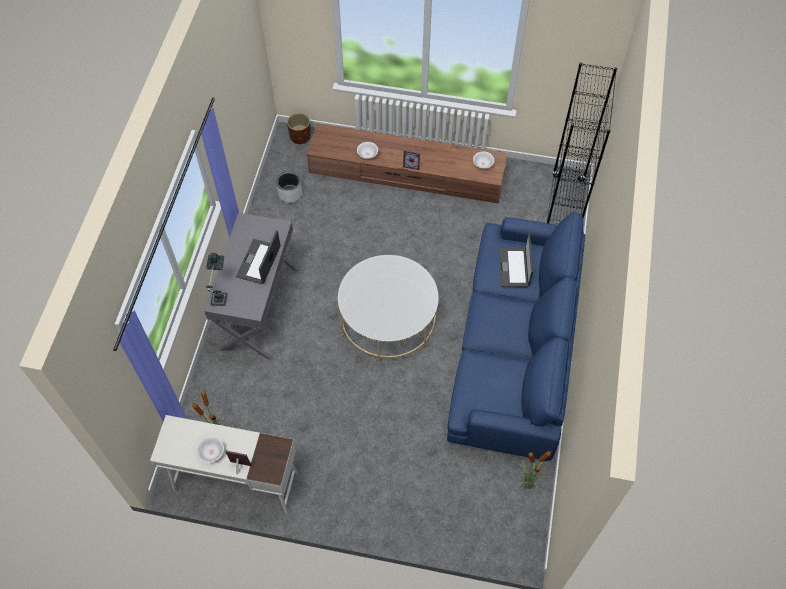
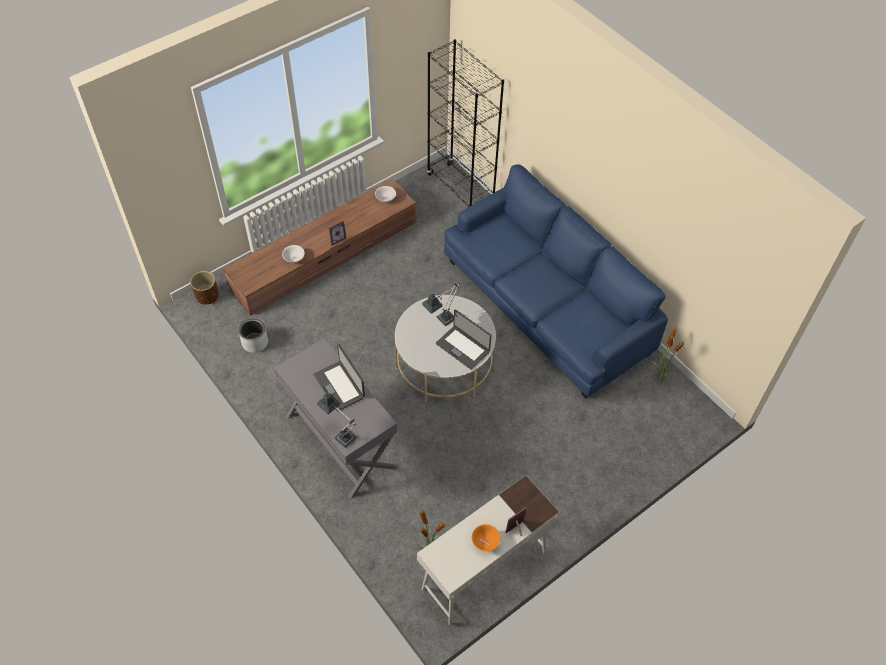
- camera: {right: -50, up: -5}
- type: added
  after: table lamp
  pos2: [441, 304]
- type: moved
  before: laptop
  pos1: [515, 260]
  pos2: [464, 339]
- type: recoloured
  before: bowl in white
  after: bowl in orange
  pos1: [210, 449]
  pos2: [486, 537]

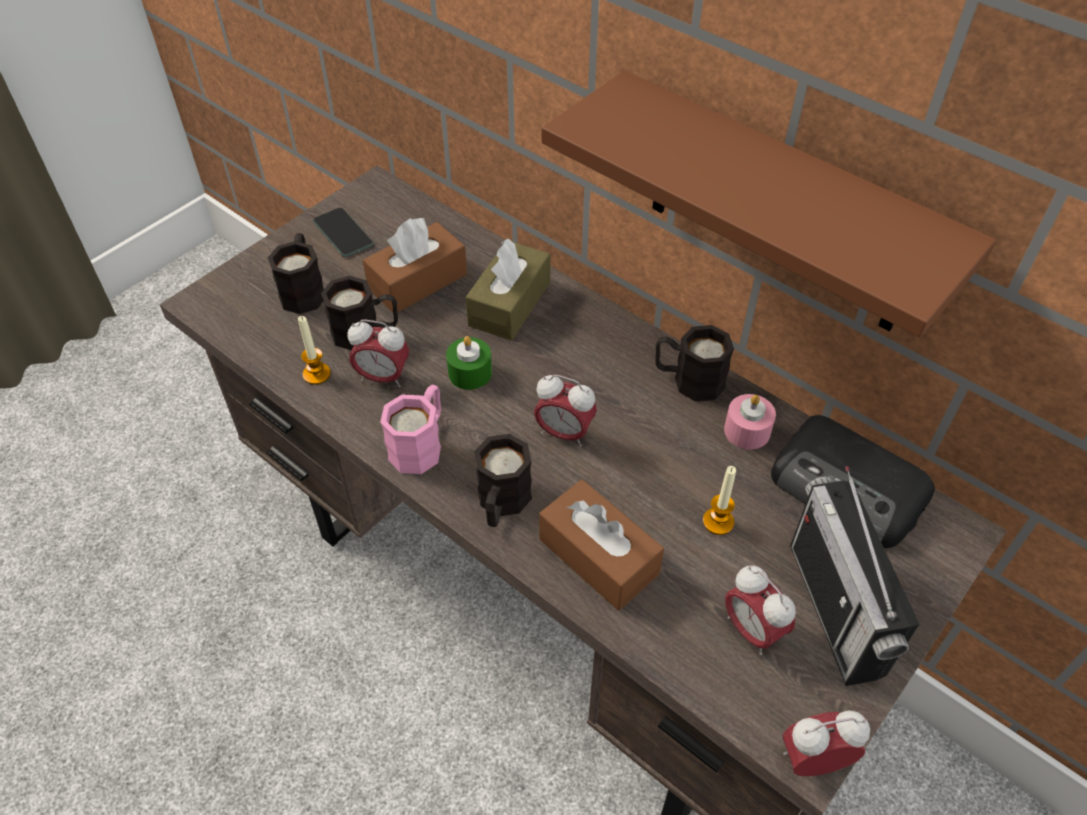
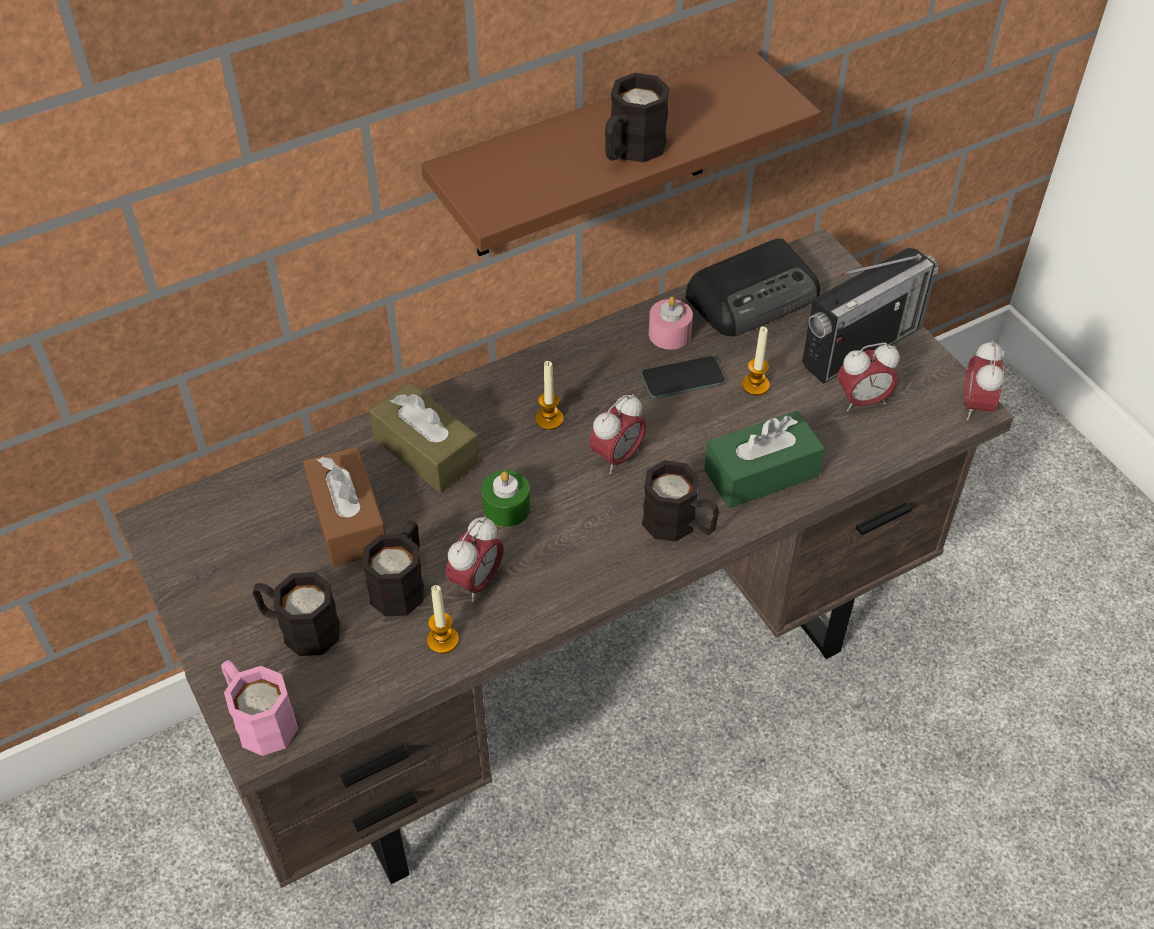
- camera: {right: -70, up: 0}
- type: moved
  before: mug in pink
  pos1: [410, 429]
  pos2: [259, 708]
- type: added
  after: candle
  pos2: [549, 395]
- type: moved
  before: mug in black
  pos1: [694, 363]
  pos2: [637, 117]
- type: moved
  before: phone
  pos1: [343, 232]
  pos2: [683, 377]
- type: recoloured
  before: tissue box in brown
  after: tissue box in green
  pos1: [601, 545]
  pos2: [764, 459]
- type: turned
  before: radio
  pos1: [854, 576]
  pos2: [870, 316]
  turn: -45

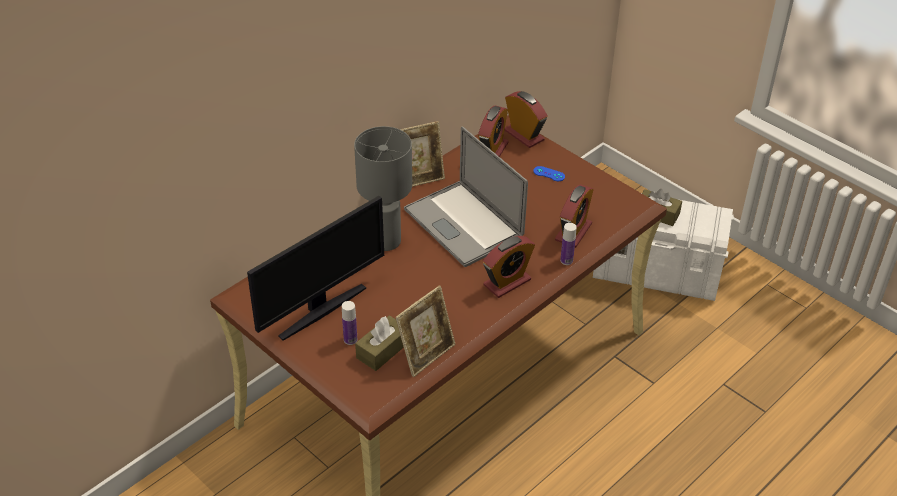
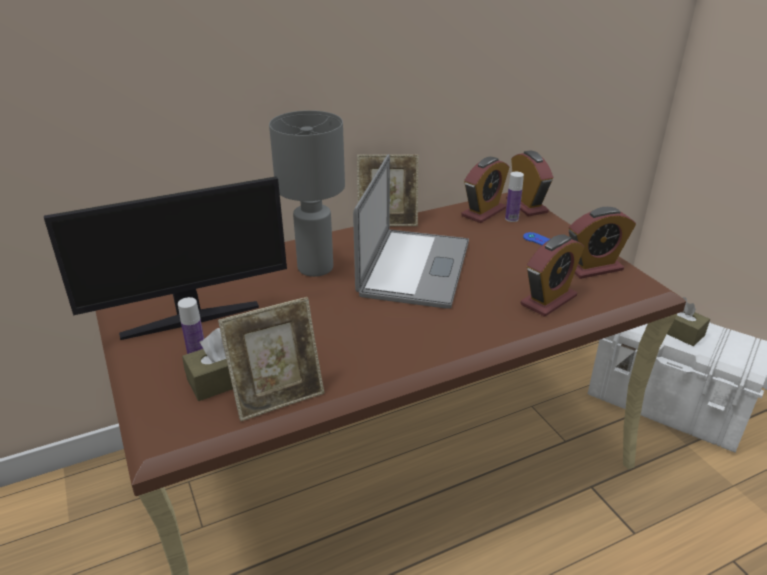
- camera: {right: 20, up: -10}
- type: turned
  before: laptop
  pos1: [466, 196]
  pos2: [411, 231]
  turn: -150
- type: moved
  before: bottle
  pos1: [568, 244]
  pos2: [514, 197]
- type: moved
  before: alarm clock
  pos1: [509, 267]
  pos2: [602, 243]

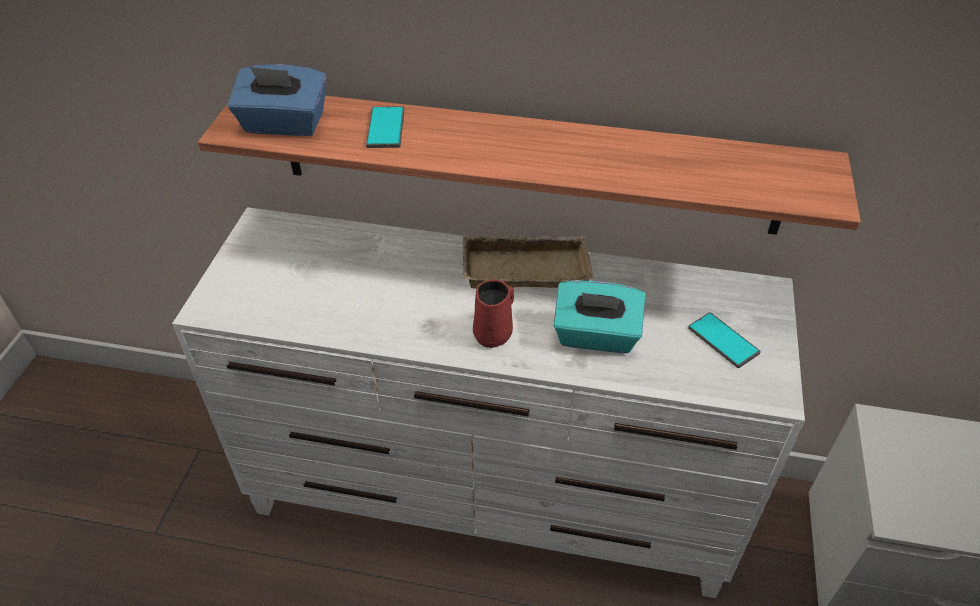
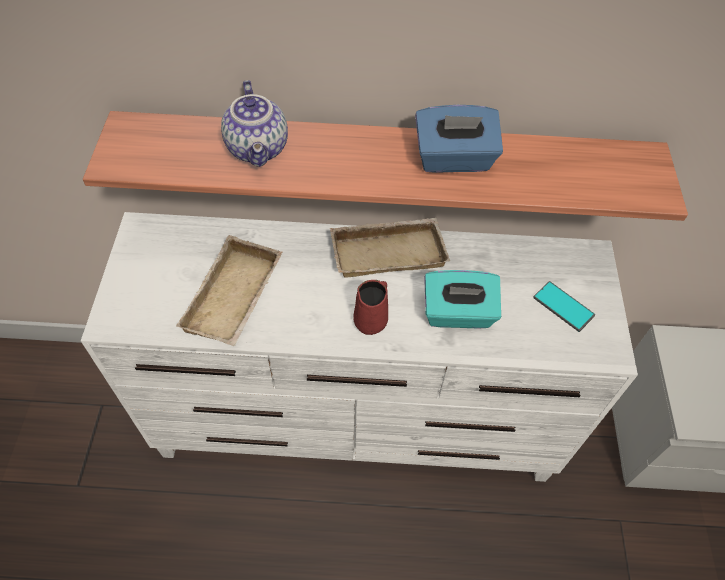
- camera: {right: -10, up: 10}
- type: added
  after: tray in beige
  pos2: [229, 290]
- type: replaced
  before: phone
  after: teapot
  pos1: [385, 127]
  pos2: [254, 123]
- type: moved
  before: tissue box in blue
  pos1: [277, 100]
  pos2: [459, 139]

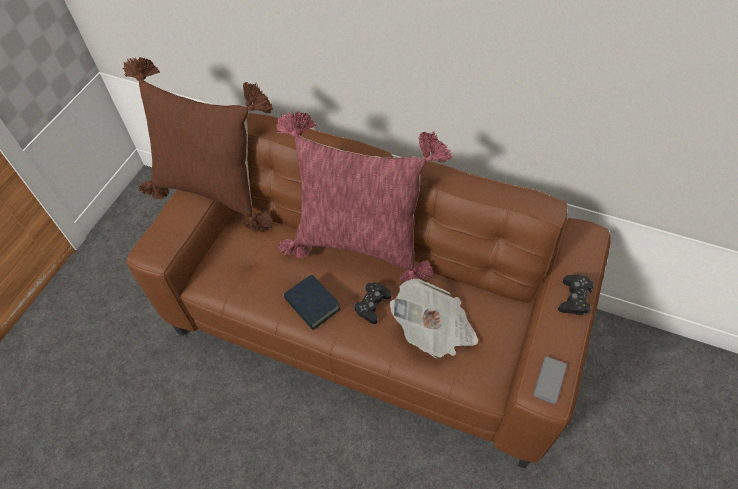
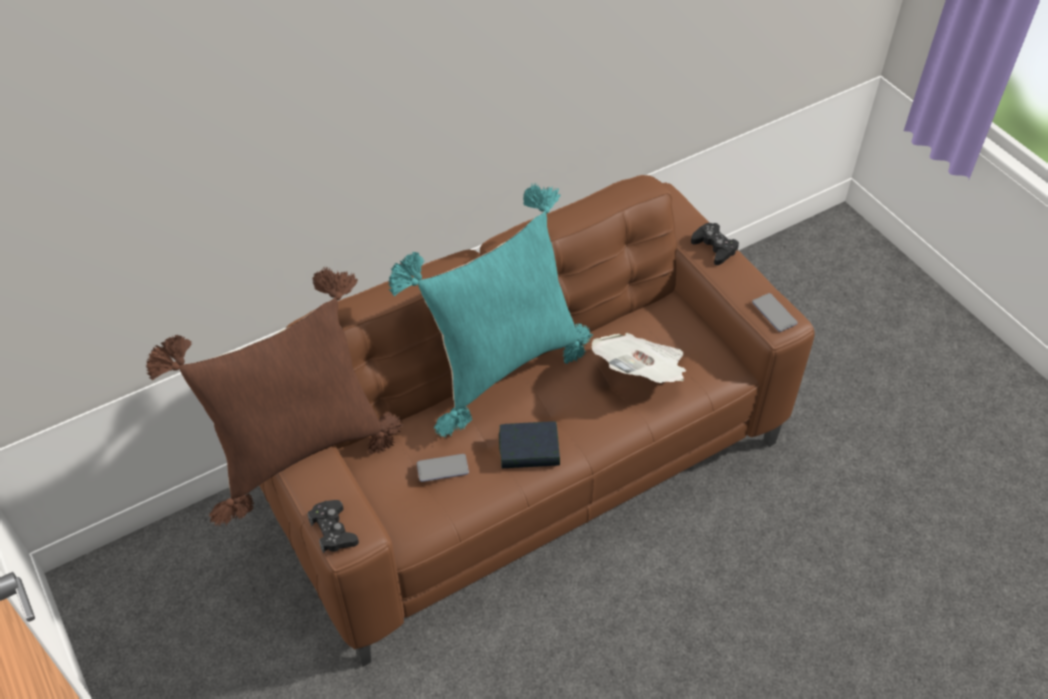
- camera: {right: -55, up: -5}
- type: moved
  before: game controller in black
  pos1: [372, 303]
  pos2: [333, 526]
- type: recoloured
  before: pillow in red
  after: pillow in turquoise
  pos1: [363, 196]
  pos2: [491, 310]
- type: added
  after: phone
  pos2: [443, 468]

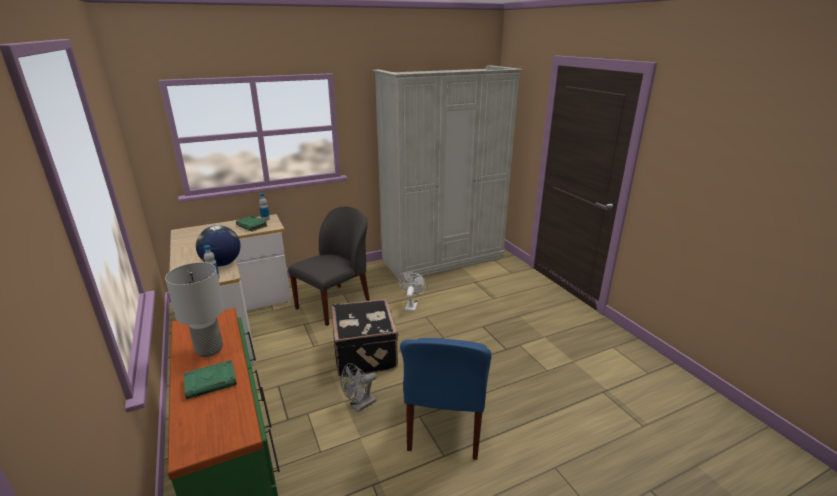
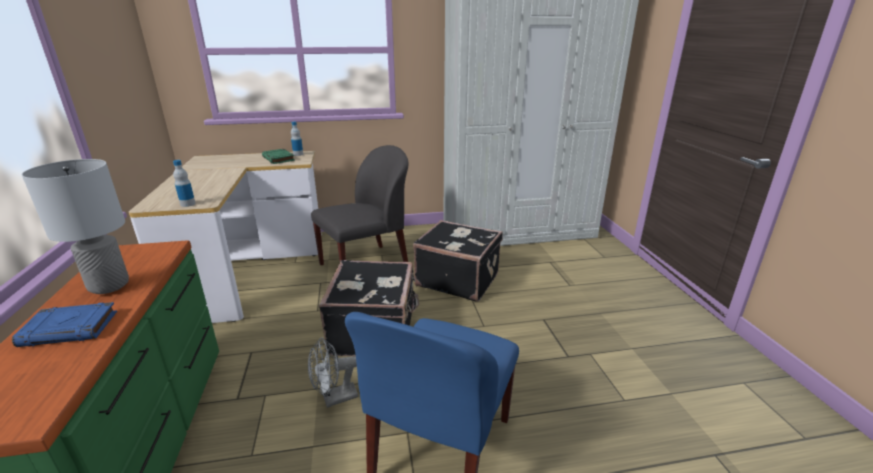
- camera: {right: 15, up: 0}
- type: recoloured
  before: book in green
  after: book in blue
  pos1: [210, 379]
  pos2: [64, 324]
- type: replaced
  before: fan in white
  after: suitcase in black
  pos1: [412, 292]
  pos2: [458, 261]
- type: removed
  before: globe
  pos1: [218, 245]

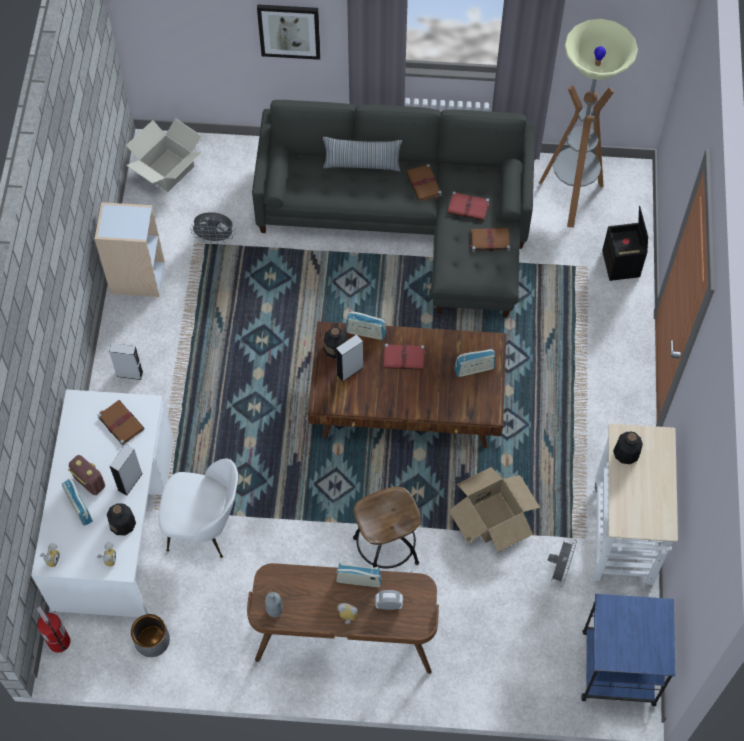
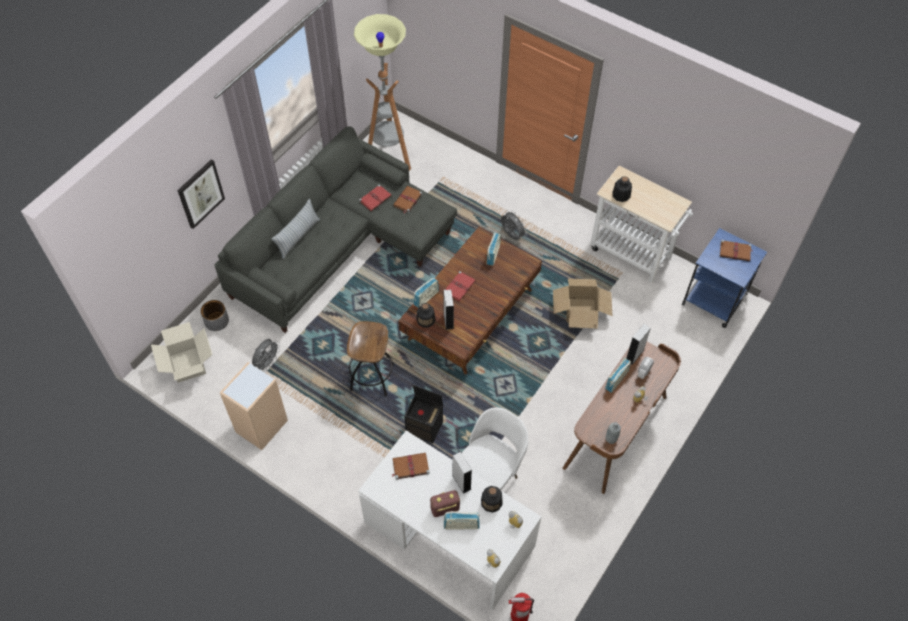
- camera: {right: -60, up: -5}
- type: moved
  before: planter in grey
  pos1: [150, 635]
  pos2: [215, 315]
- type: moved
  before: stool in brown
  pos1: [387, 528]
  pos2: [370, 358]
- type: moved
  before: storage box in black
  pos1: [625, 243]
  pos2: [423, 414]
- type: moved
  before: fan in grey
  pos1: [562, 563]
  pos2: [514, 225]
- type: moved
  before: speaker in grey
  pos1: [126, 361]
  pos2: [638, 344]
- type: moved
  before: book in brown
  pos1: [424, 182]
  pos2: [736, 251]

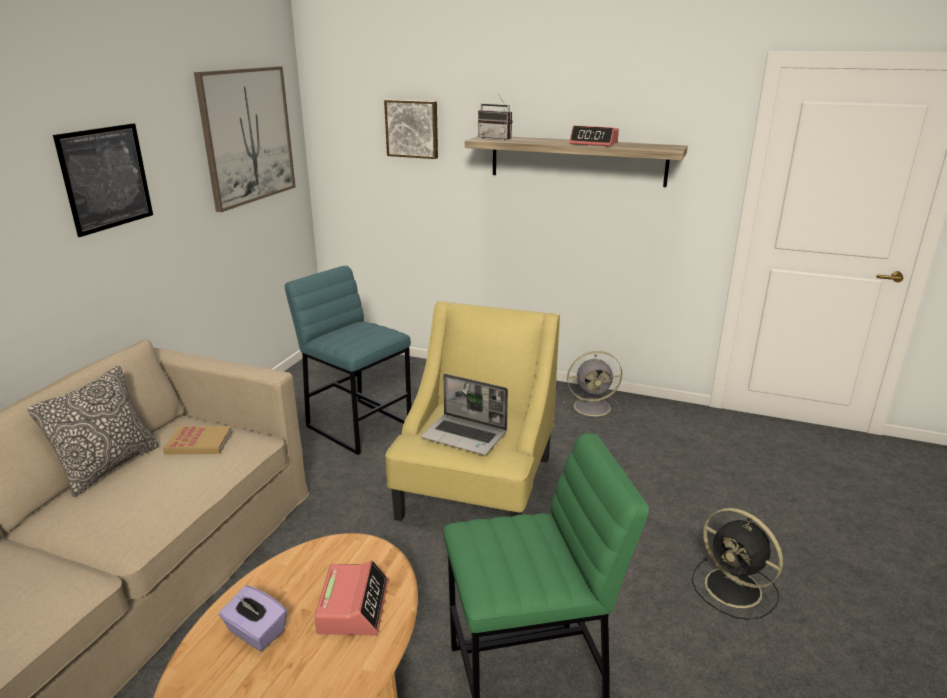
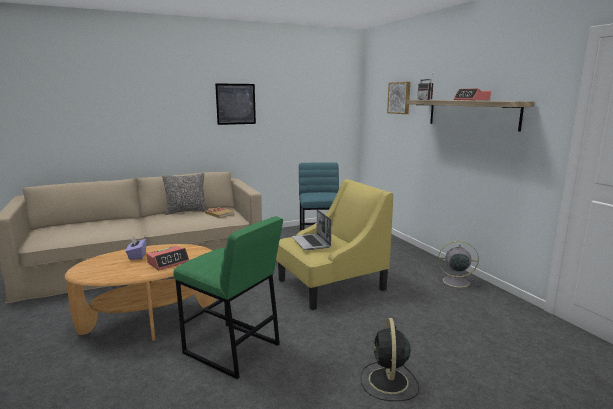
- camera: {right: 45, up: -10}
- type: turned
  before: fan in grey
  pos1: [592, 385]
  pos2: [457, 265]
  turn: 150
- type: removed
  before: picture
  pos1: [244, 139]

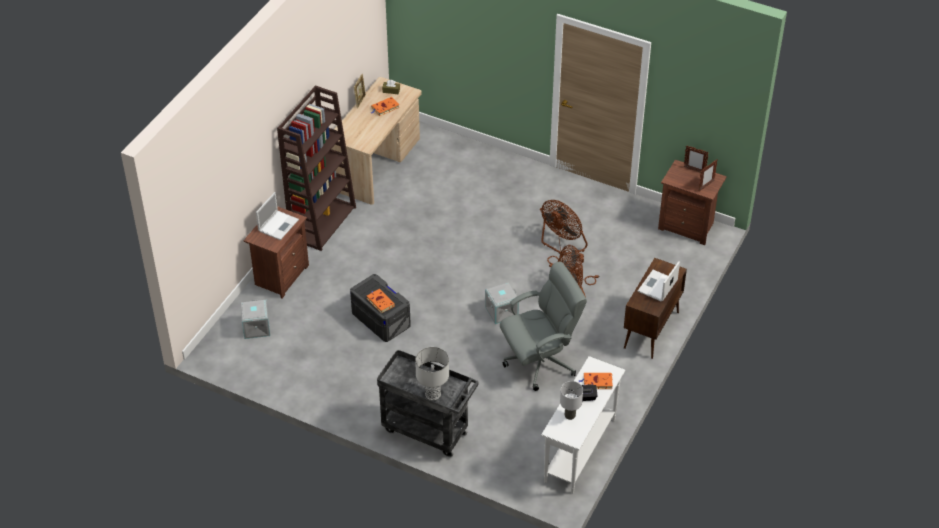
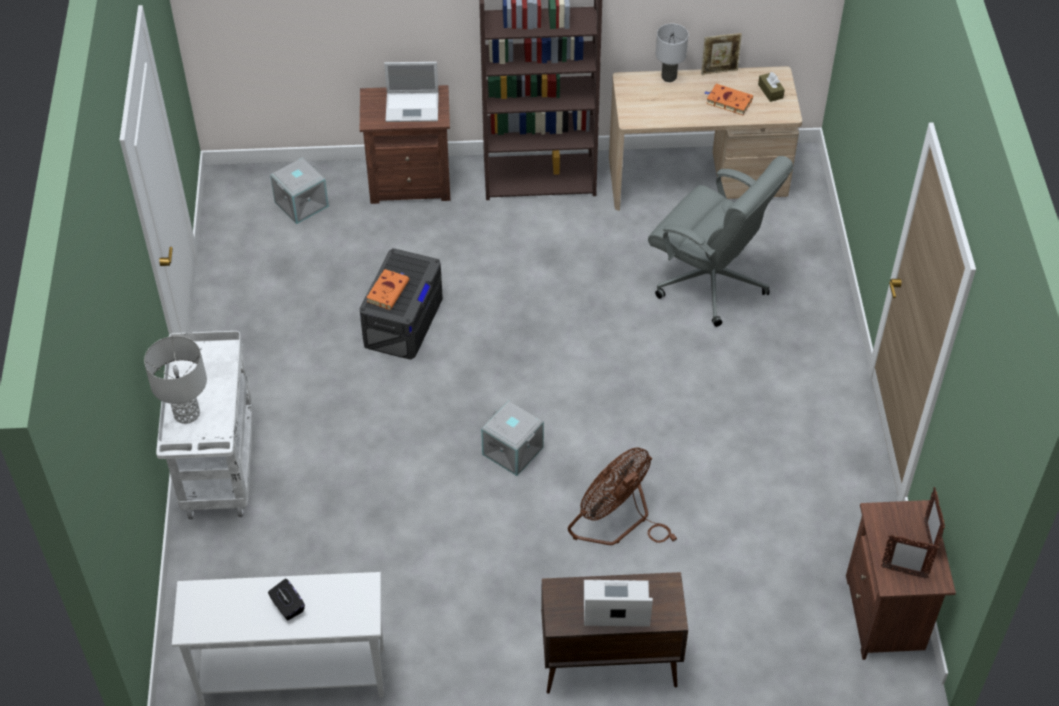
- camera: {right: 60, up: 5}
- type: recoloured
  before: cart in black
  after: cart in white
  pos1: [428, 403]
  pos2: [205, 425]
- type: moved
  before: office chair in grey
  pos1: [543, 326]
  pos2: [720, 241]
- type: moved
  before: table lamp in white
  pos1: [571, 400]
  pos2: [672, 53]
- type: removed
  before: fan in brown
  pos1: [564, 233]
- type: removed
  before: book in orange
  pos1: [595, 381]

